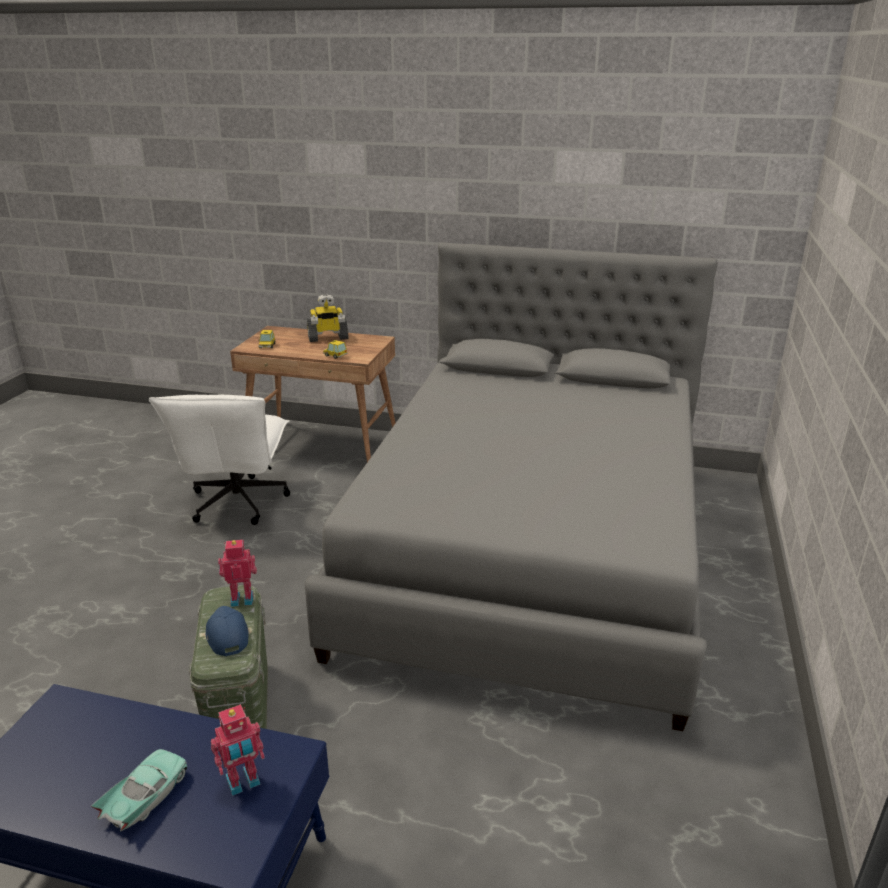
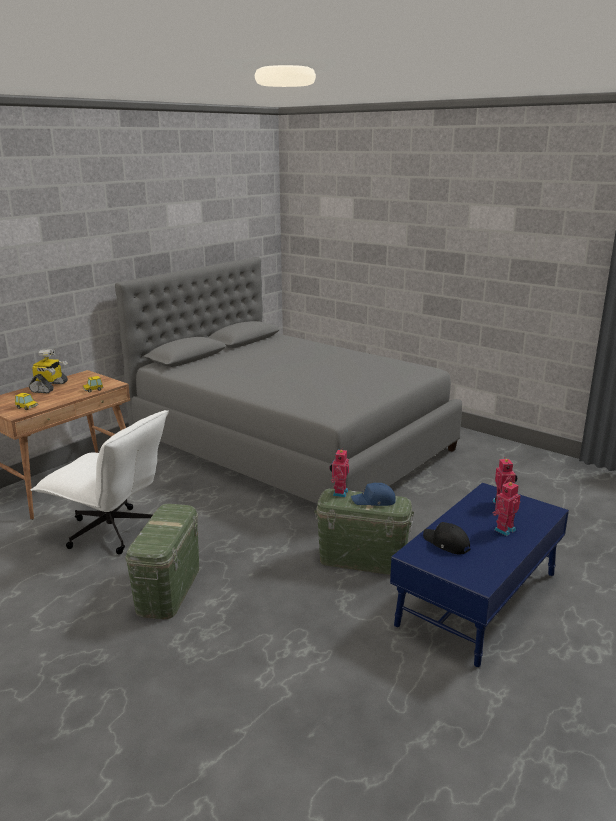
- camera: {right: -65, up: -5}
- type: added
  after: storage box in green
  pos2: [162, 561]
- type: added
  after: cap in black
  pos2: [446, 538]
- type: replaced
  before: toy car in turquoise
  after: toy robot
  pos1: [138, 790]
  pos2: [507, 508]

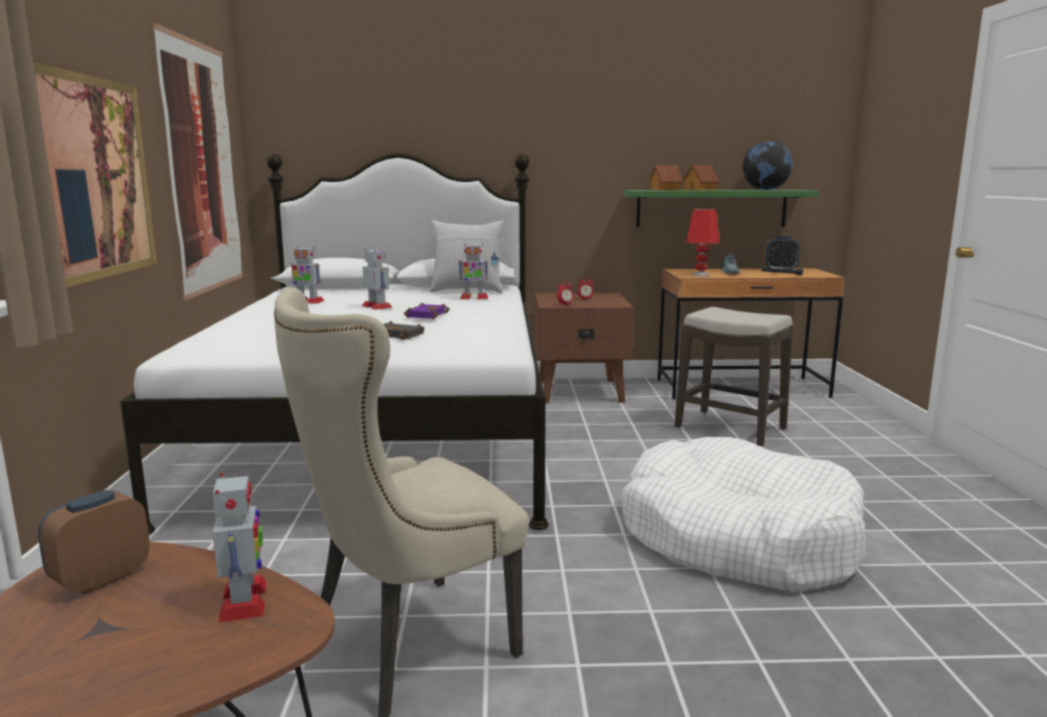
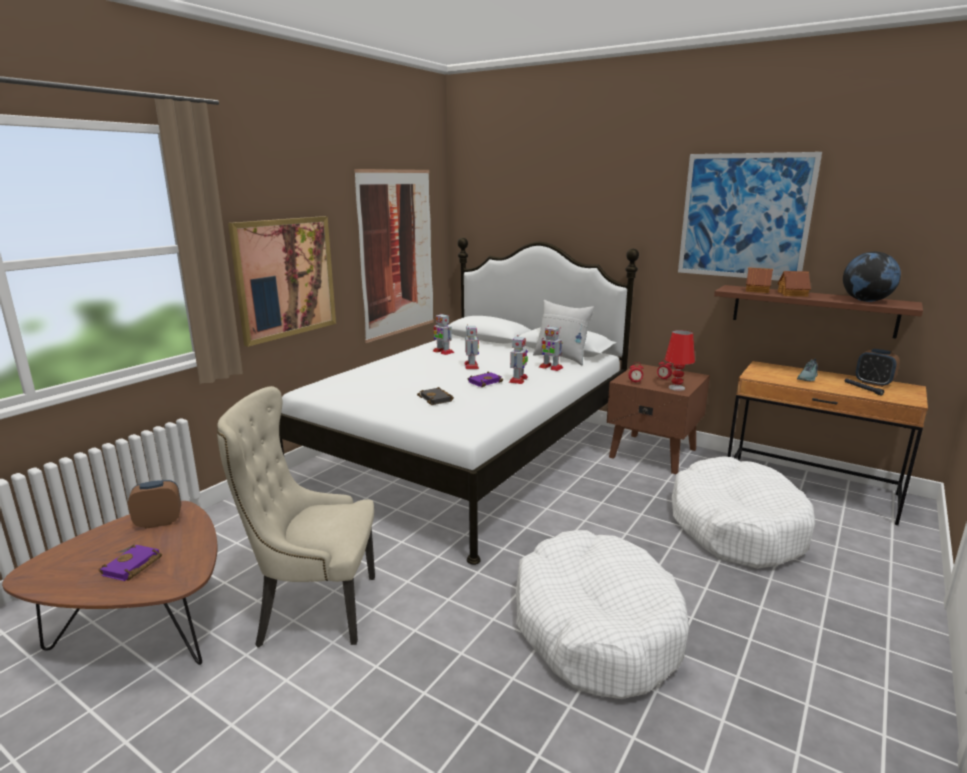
- camera: {right: 35, up: 5}
- type: added
  after: book in purple
  pos2: [130, 563]
- type: moved
  before: toy robot
  pos1: [239, 548]
  pos2: [518, 359]
- type: moved
  before: table lamp in red
  pos1: [703, 242]
  pos2: [680, 360]
- type: replaced
  before: stool
  after: dog bed in white
  pos1: [734, 376]
  pos2: [743, 512]
- type: added
  after: picture
  pos2: [750, 216]
- type: recoloured
  before: shelf in green
  after: shelf in brown
  pos1: [721, 208]
  pos2: [818, 312]

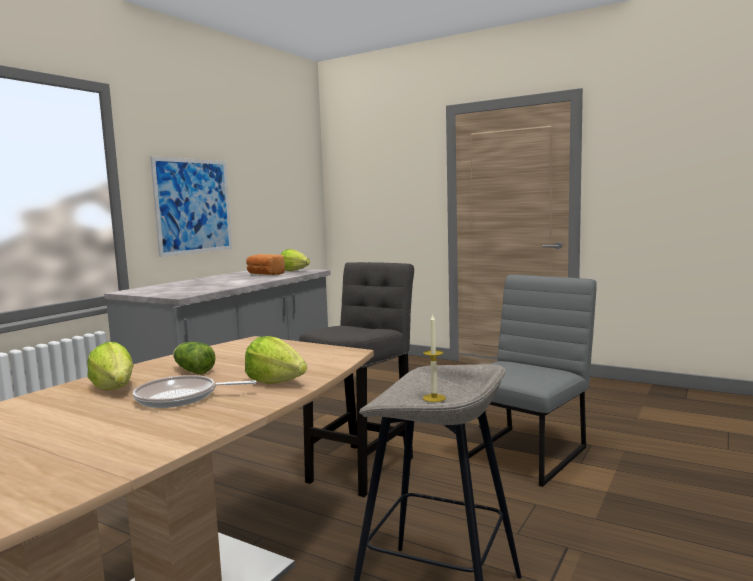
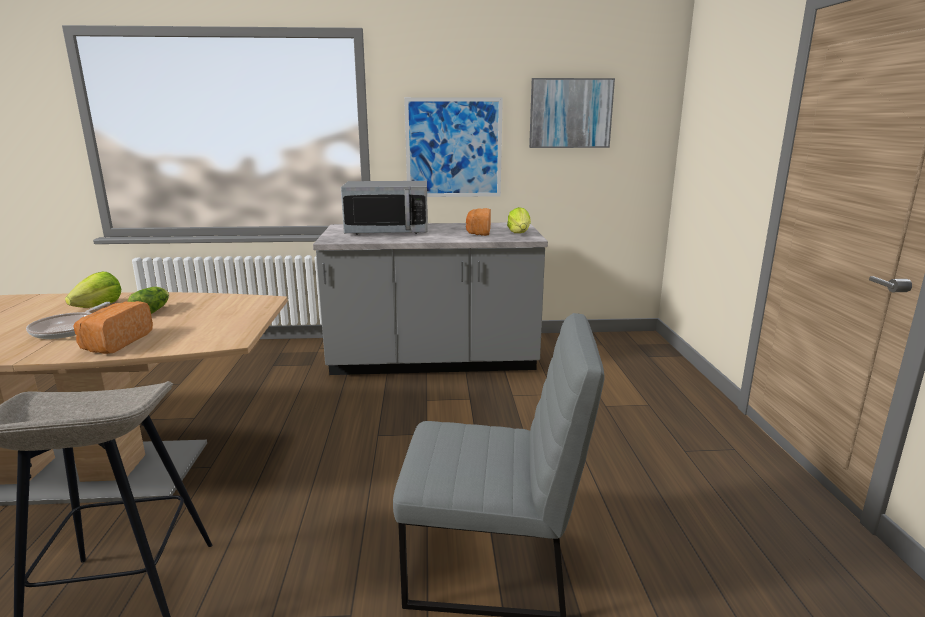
- camera: {right: 55, up: 10}
- type: turned
  before: frying pan
  pos1: [195, 391]
  pos2: [68, 320]
  turn: -135
- type: replaced
  before: lettuce
  after: bread
  pos1: [276, 360]
  pos2: [113, 327]
- type: added
  after: microwave
  pos2: [384, 207]
- type: added
  after: picture
  pos2: [572, 113]
- type: removed
  before: stool in grey
  pos1: [356, 379]
- type: removed
  before: candle
  pos1: [434, 357]

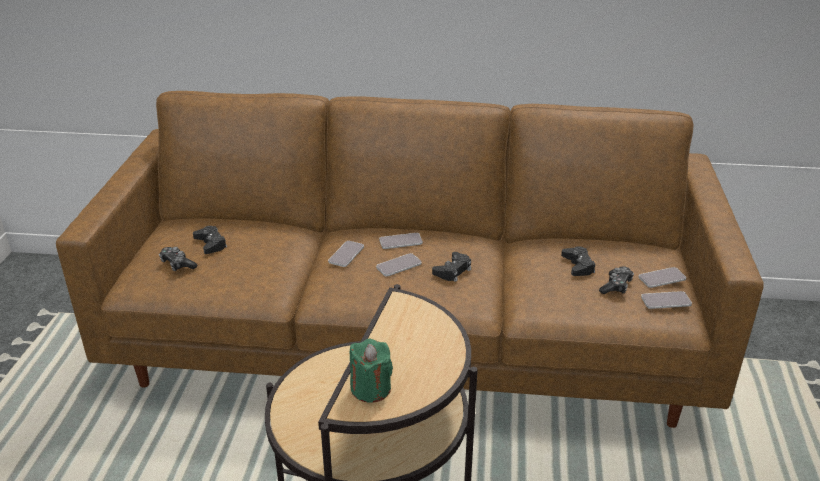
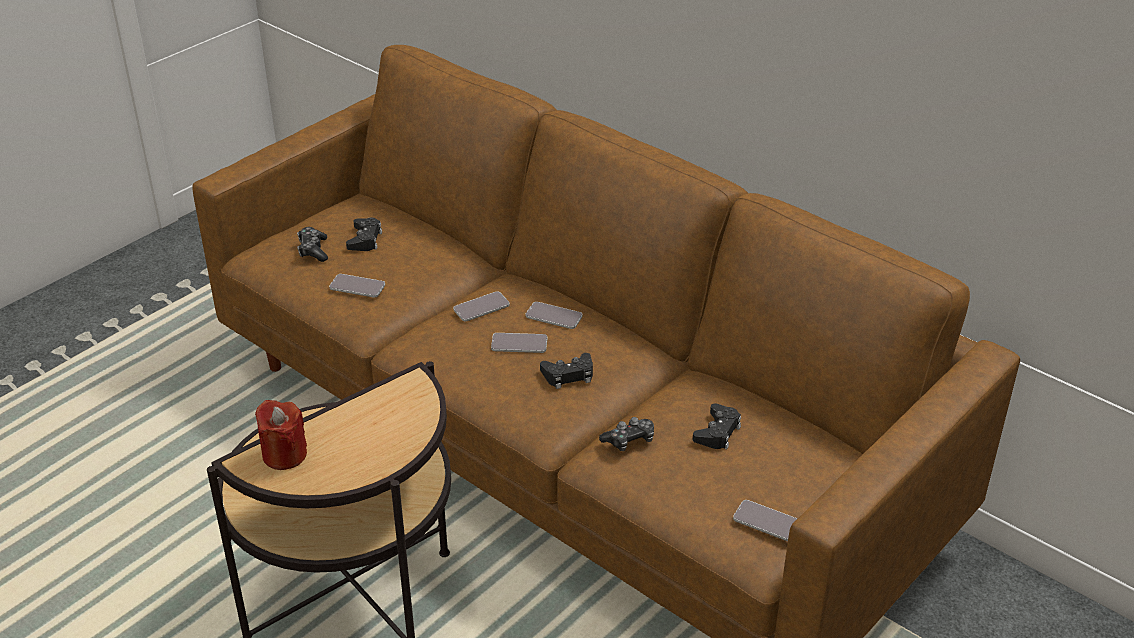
- camera: {right: 35, up: 5}
- type: recoloured
  before: candle in green
  after: candle in red
  pos1: [371, 371]
  pos2: [281, 435]
- type: moved
  before: phone
  pos1: [662, 277]
  pos2: [357, 286]
- type: moved
  before: game controller
  pos1: [616, 280]
  pos2: [626, 434]

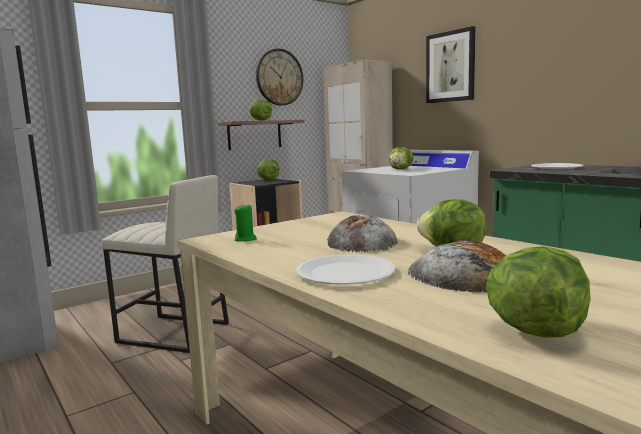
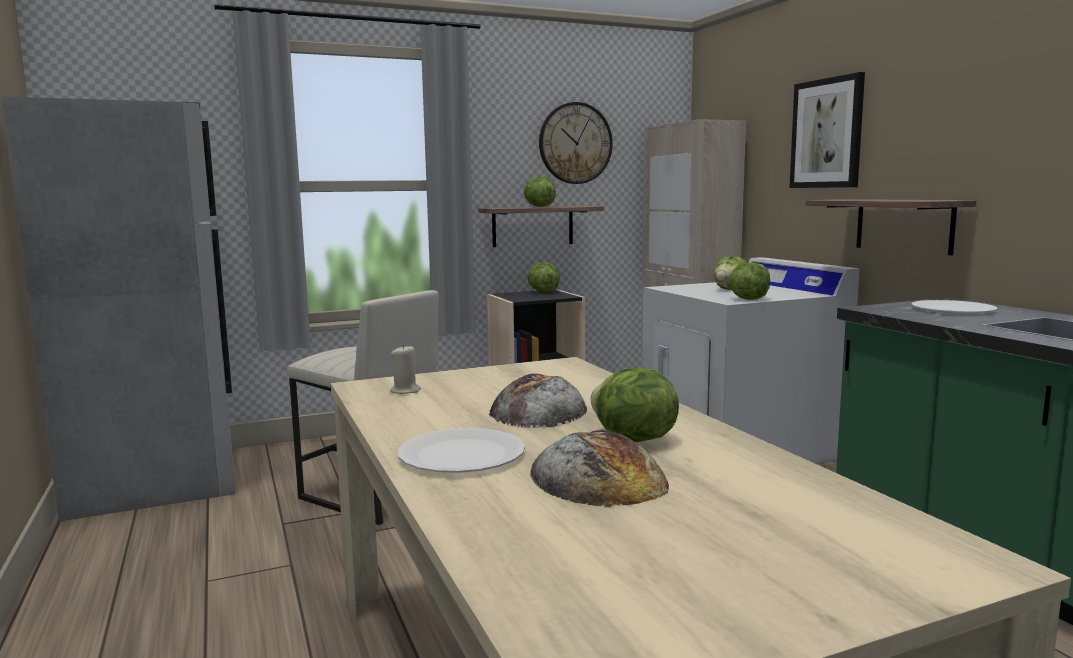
- camera: {right: 15, up: 0}
- type: recoloured
  before: candle in green
  after: candle in beige
  pos1: [246, 222]
  pos2: [406, 369]
- type: moved
  before: lettuce
  pos1: [538, 292]
  pos2: [749, 281]
- type: added
  after: shelf
  pos2: [890, 227]

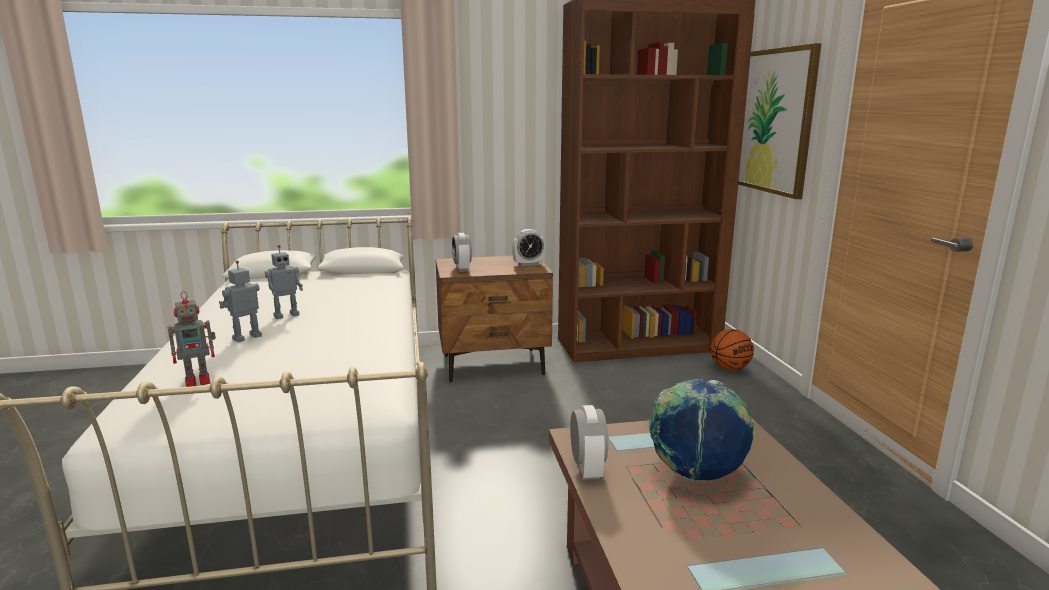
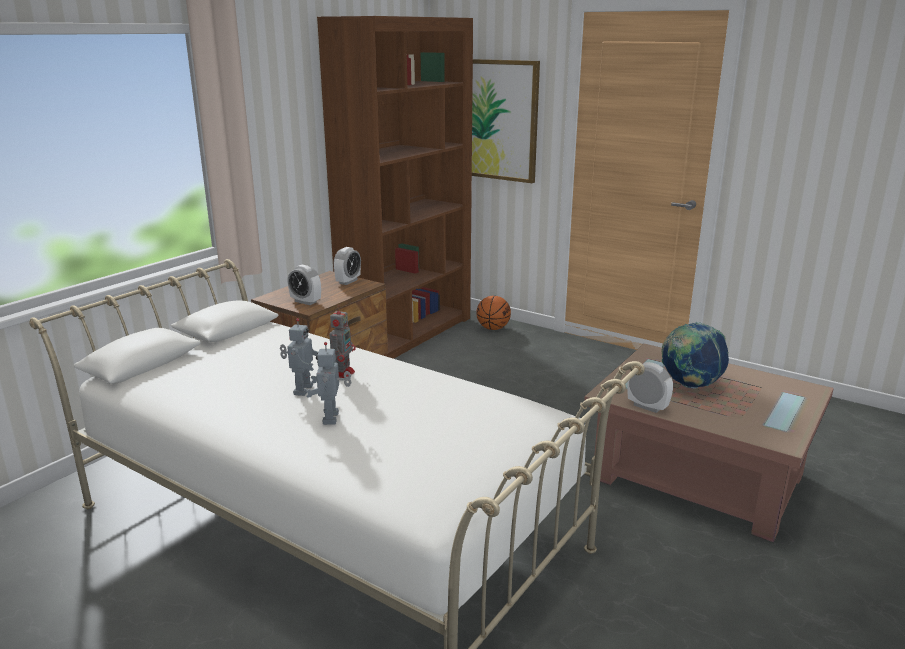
- camera: {right: -45, up: 5}
- type: moved
  before: toy robot
  pos1: [192, 339]
  pos2: [342, 342]

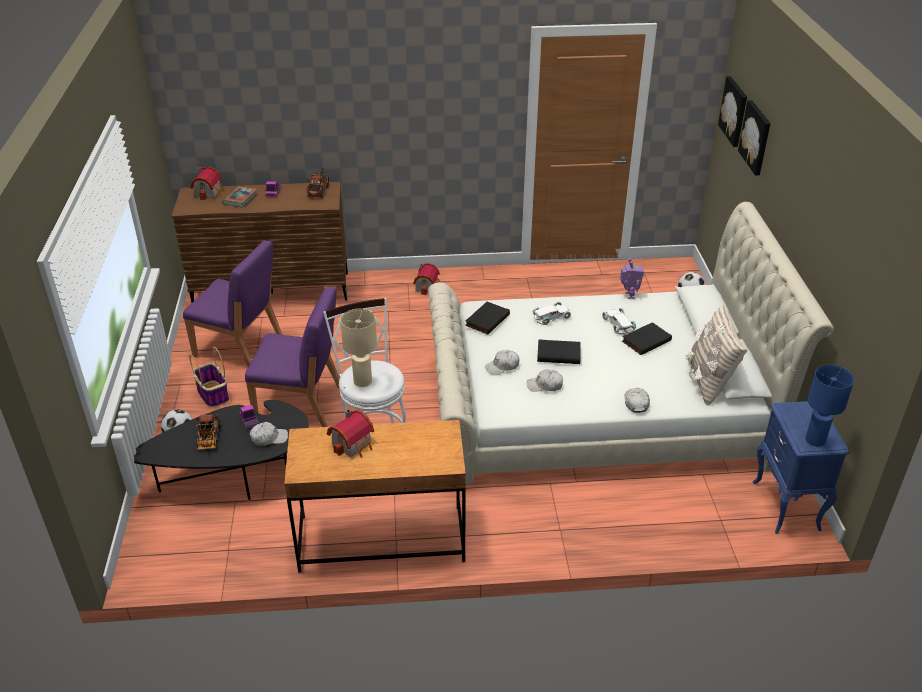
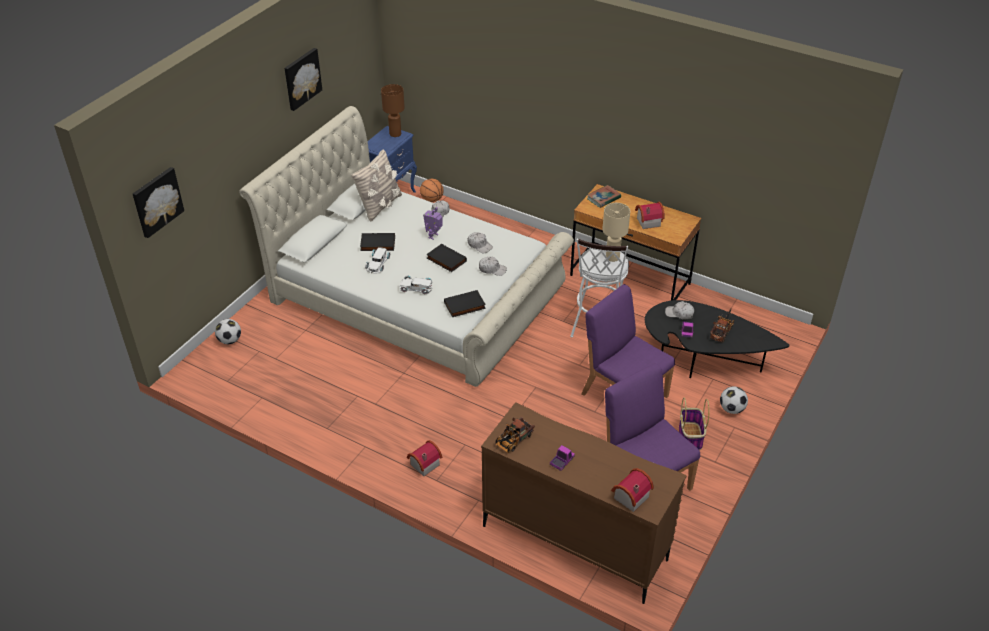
- camera: {right: -145, up: 5}
- type: moved
  before: picture
  pos1: [754, 137]
  pos2: [303, 79]
- type: recoloured
  before: table lamp in blue
  after: table lamp in brown
  pos1: [829, 406]
  pos2: [393, 110]
- type: added
  after: basketball
  pos2: [432, 190]
- type: moved
  before: toy robot
  pos1: [632, 278]
  pos2: [432, 223]
- type: moved
  before: book
  pos1: [240, 197]
  pos2: [604, 196]

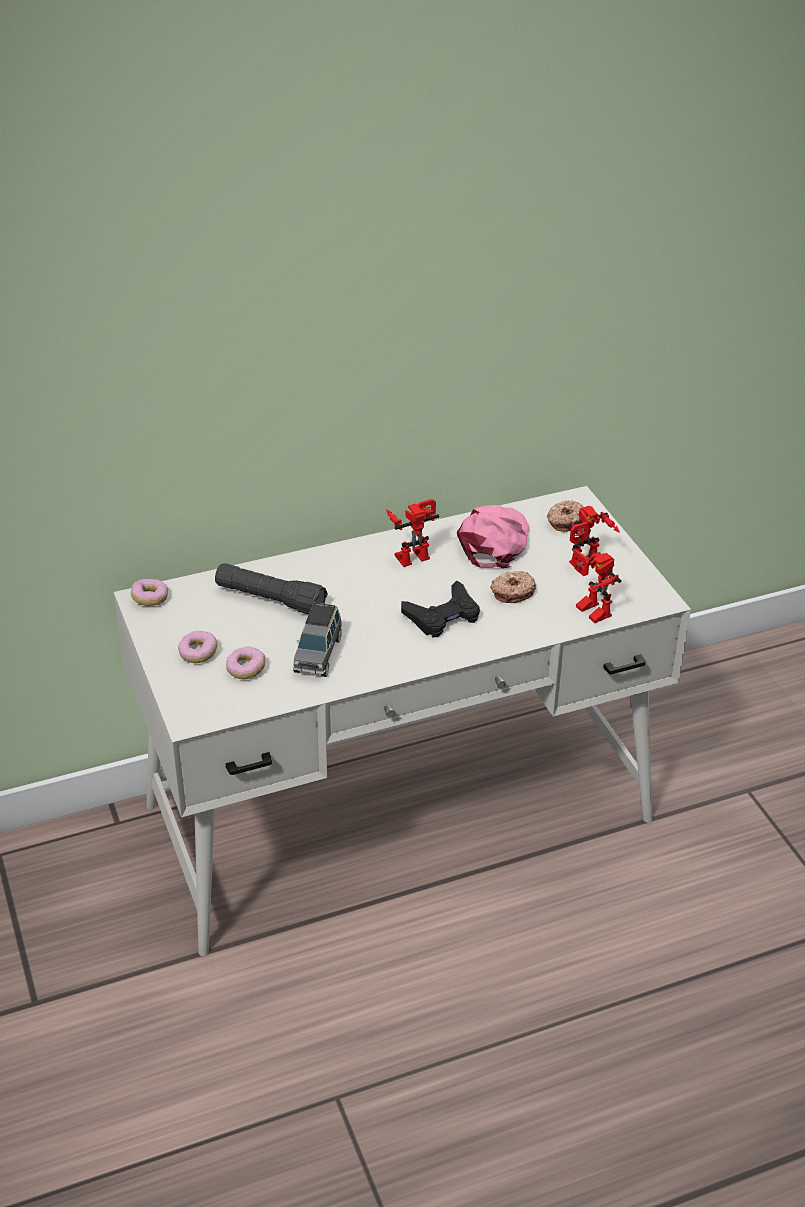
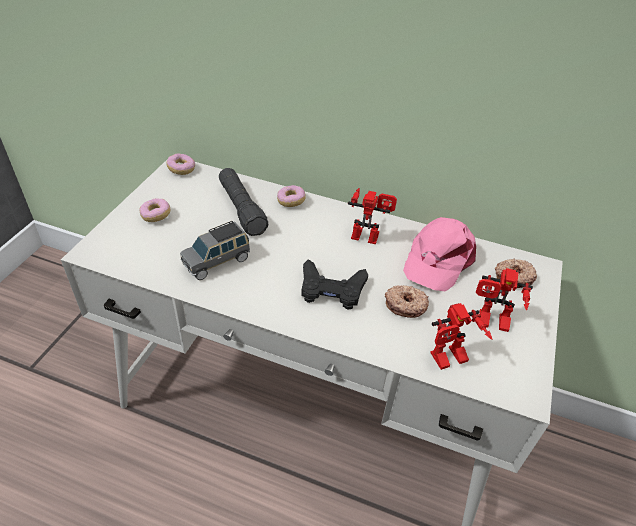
- camera: {right: 40, up: 5}
- type: moved
  before: donut
  pos1: [246, 663]
  pos2: [291, 196]
- type: turned
  before: cap in pink
  pos1: [493, 536]
  pos2: [439, 254]
  turn: 150
- type: turned
  before: toy robot
  pos1: [597, 587]
  pos2: [461, 336]
  turn: -120

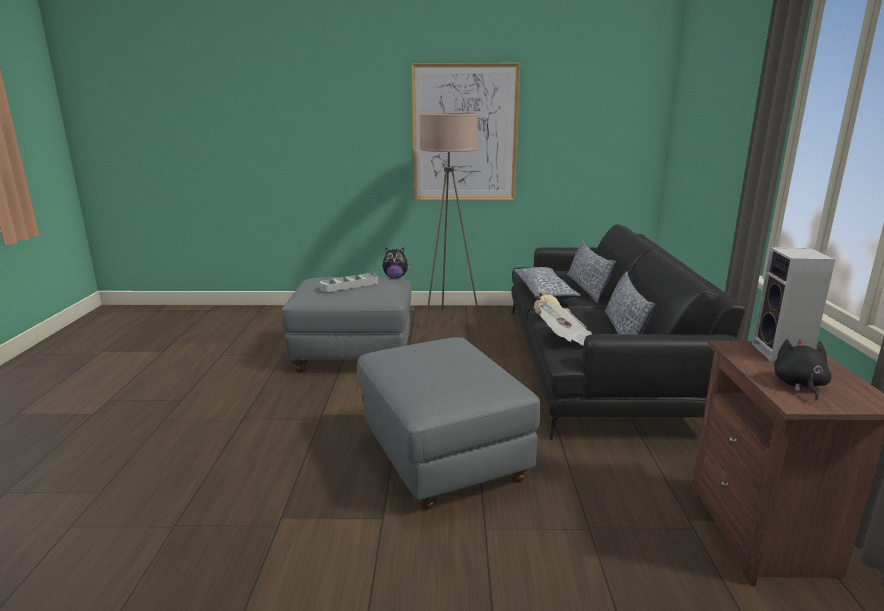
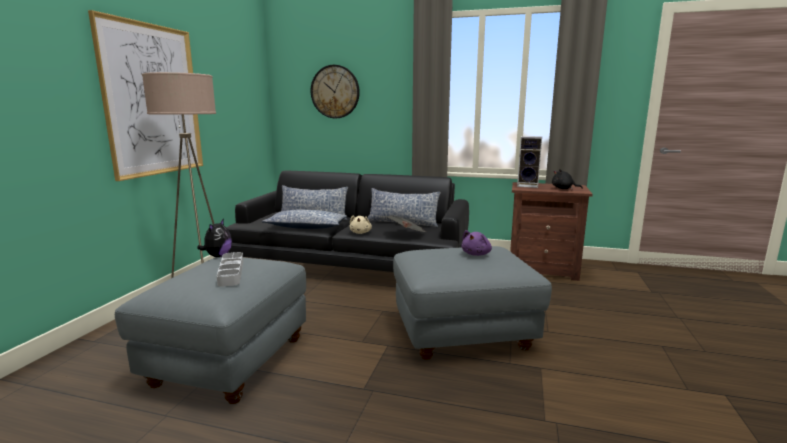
- camera: {right: -75, up: -5}
- type: added
  after: wall clock
  pos2: [335, 91]
- type: added
  after: plush toy in purple
  pos2: [476, 243]

